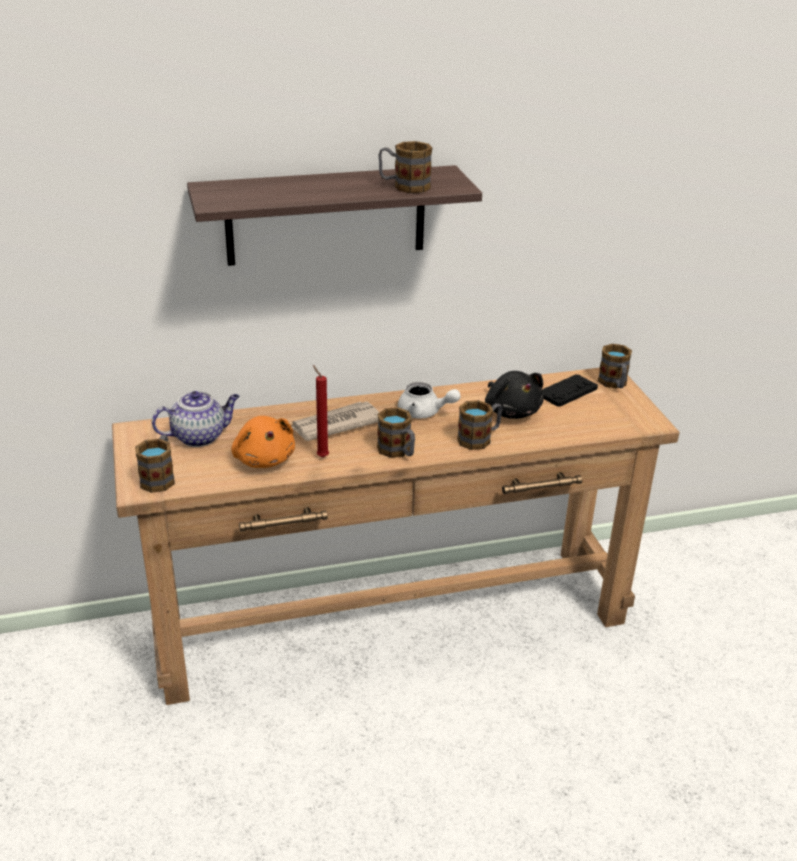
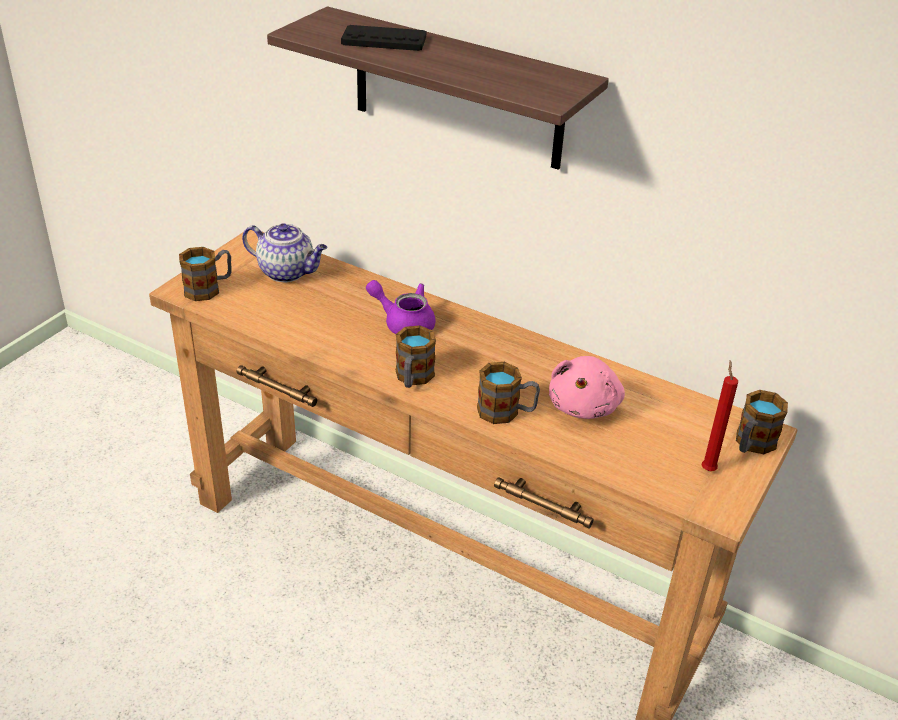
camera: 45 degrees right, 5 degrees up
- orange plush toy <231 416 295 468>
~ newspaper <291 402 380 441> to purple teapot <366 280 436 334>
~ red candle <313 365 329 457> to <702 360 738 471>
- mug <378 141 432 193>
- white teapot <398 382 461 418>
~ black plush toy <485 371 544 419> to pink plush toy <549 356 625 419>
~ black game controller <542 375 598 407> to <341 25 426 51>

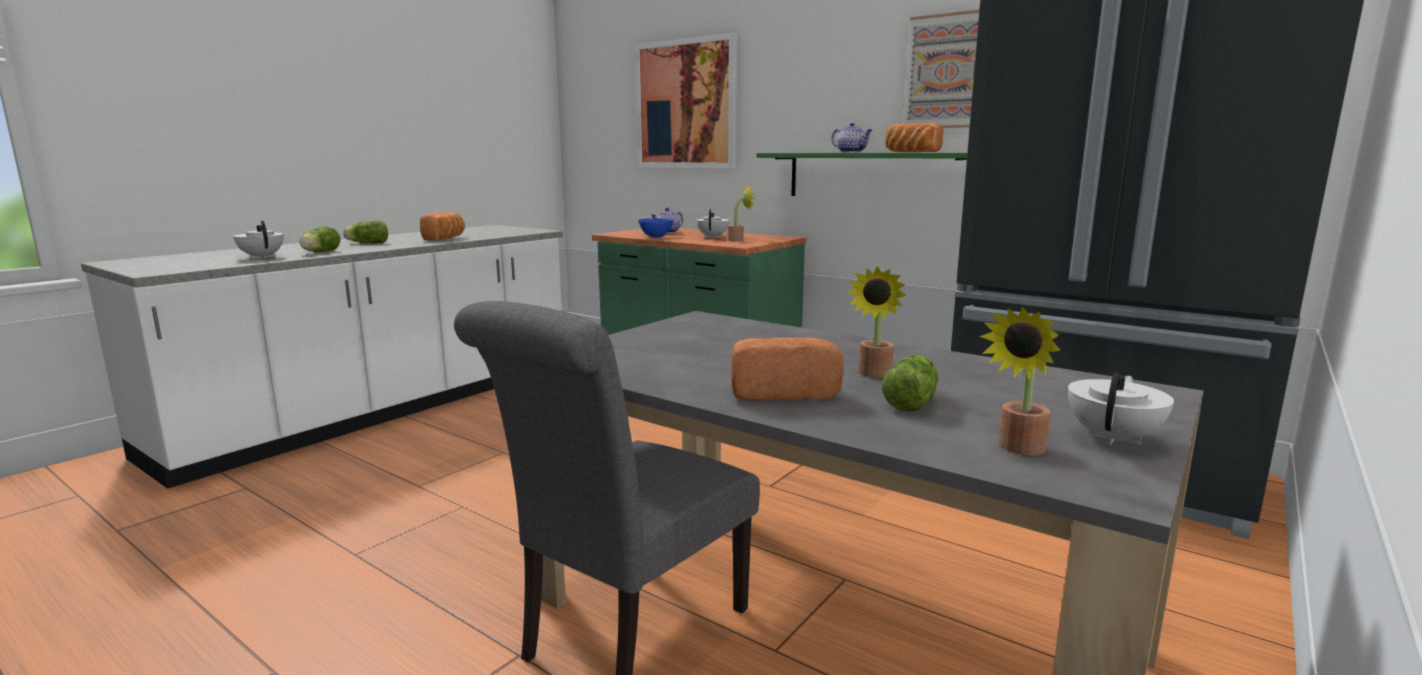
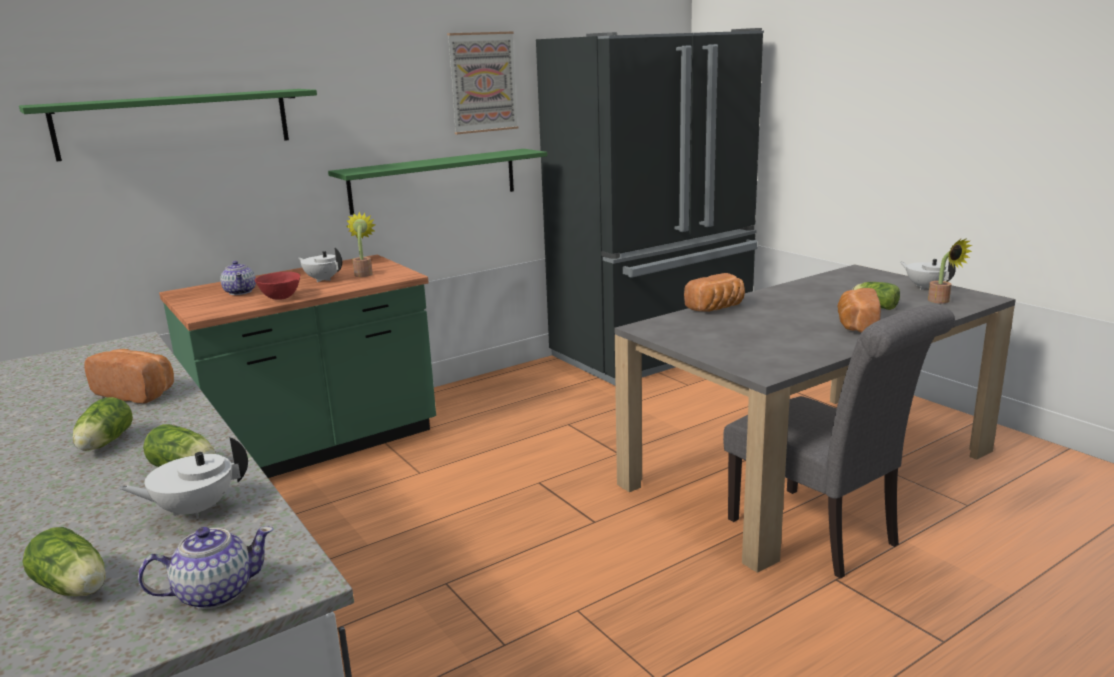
camera: 70 degrees left, 5 degrees up
~ picture <635 33 737 169> to green shelf <19 89 317 161>
~ blue bowl <638 218 674 237> to red bowl <255 272 300 300>
~ teapot <831 123 872 152> to <138 526 273 609>
- potted plant <847 266 907 378>
~ bread <886 123 944 152> to <684 273 745 312>
+ lettuce <22 527 106 596>

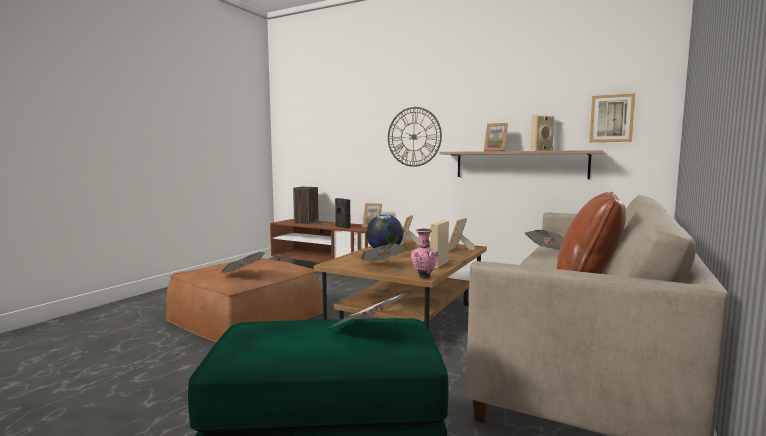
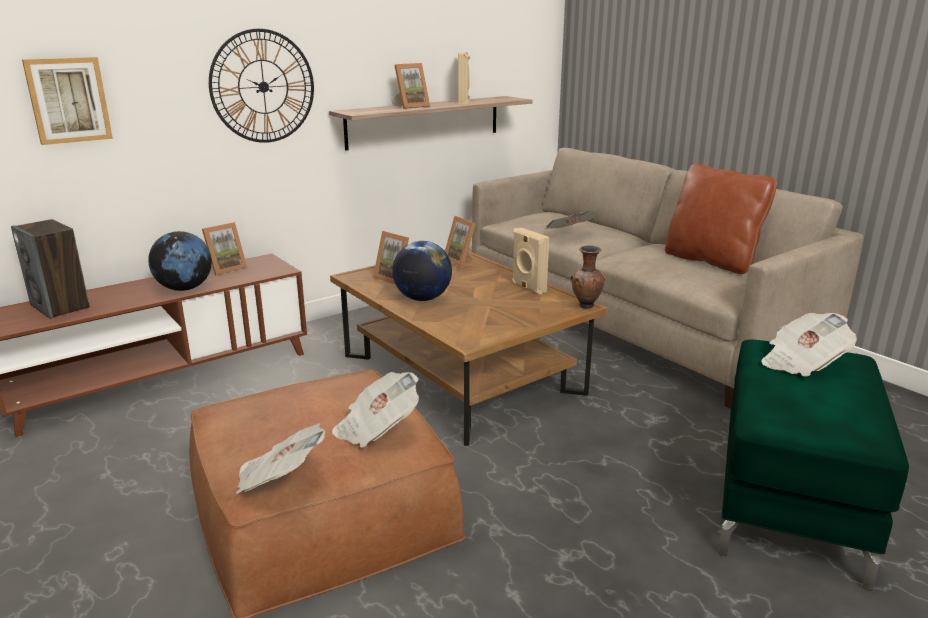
camera: 65 degrees left, 15 degrees up
~ black speaker <335 198 350 229> to globe <148 231 212 291>
~ newspaper <361 243 404 261> to <236 423 325 494>
~ pink vase <411 228 438 278> to brown vase <570 245 605 309>
~ picture <590 93 635 142> to <22 57 113 145>

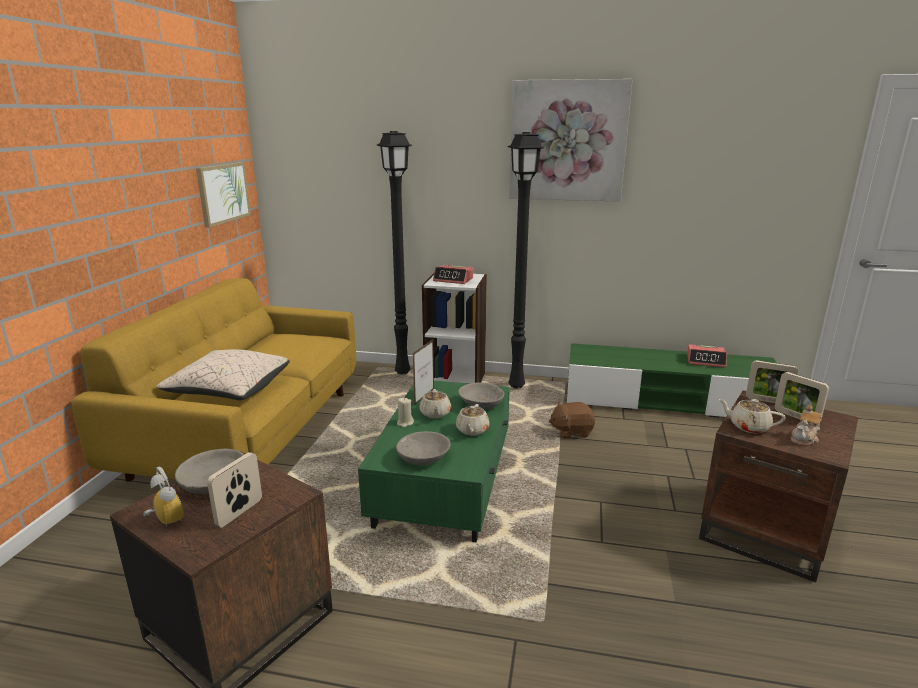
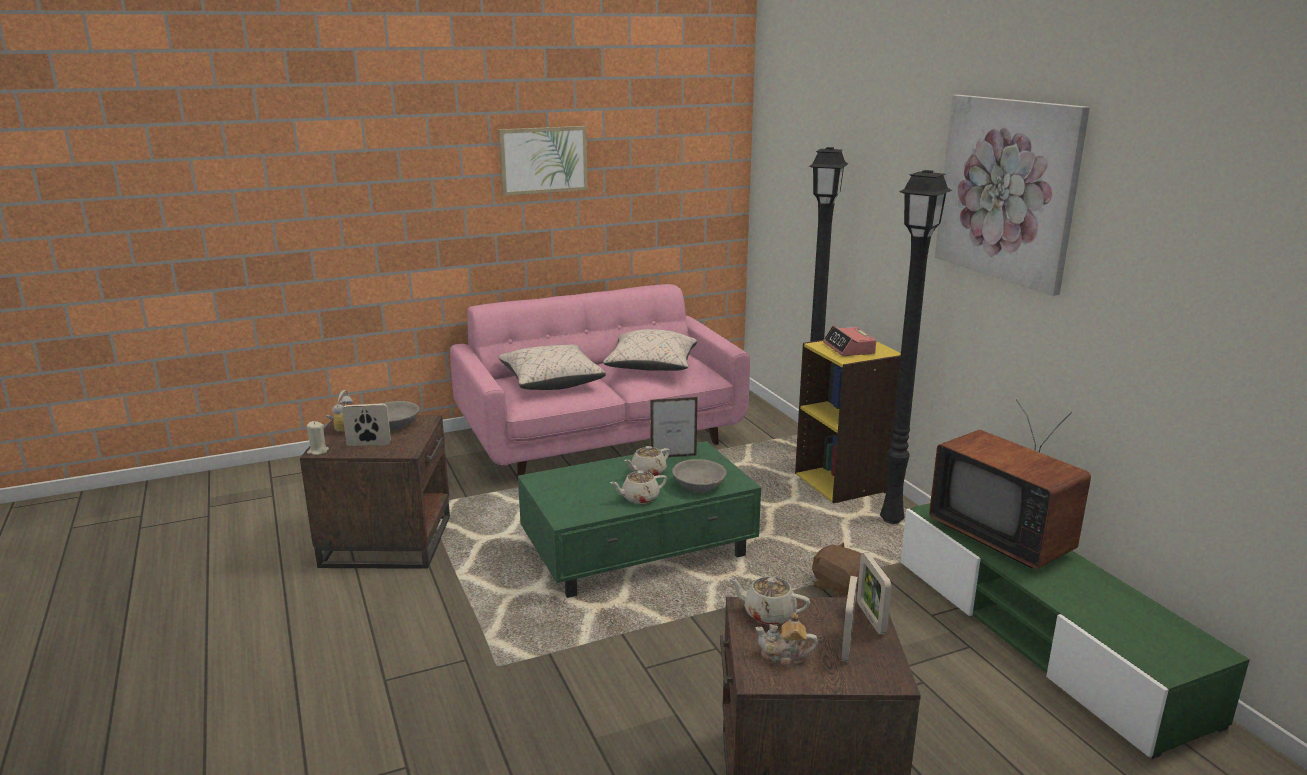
camera: 55 degrees right, 0 degrees up
~ yellow sofa <72 278 356 481> to pink sofa <450 284 750 480>
~ picture <196 162 251 228> to <498 126 588 196>
- grey bowl <396 431 451 465>
~ beige candle <397 398 414 427> to <307 421 329 455>
~ white bookcase <422 273 487 384> to yellow bookcase <795 340 901 503>
- alarm clock <687 344 727 368>
~ beige teapot <718 399 786 434> = <728 576 810 625> 60 degrees counterclockwise
+ beige pillow <603 329 697 371>
+ television <929 399 1091 569>

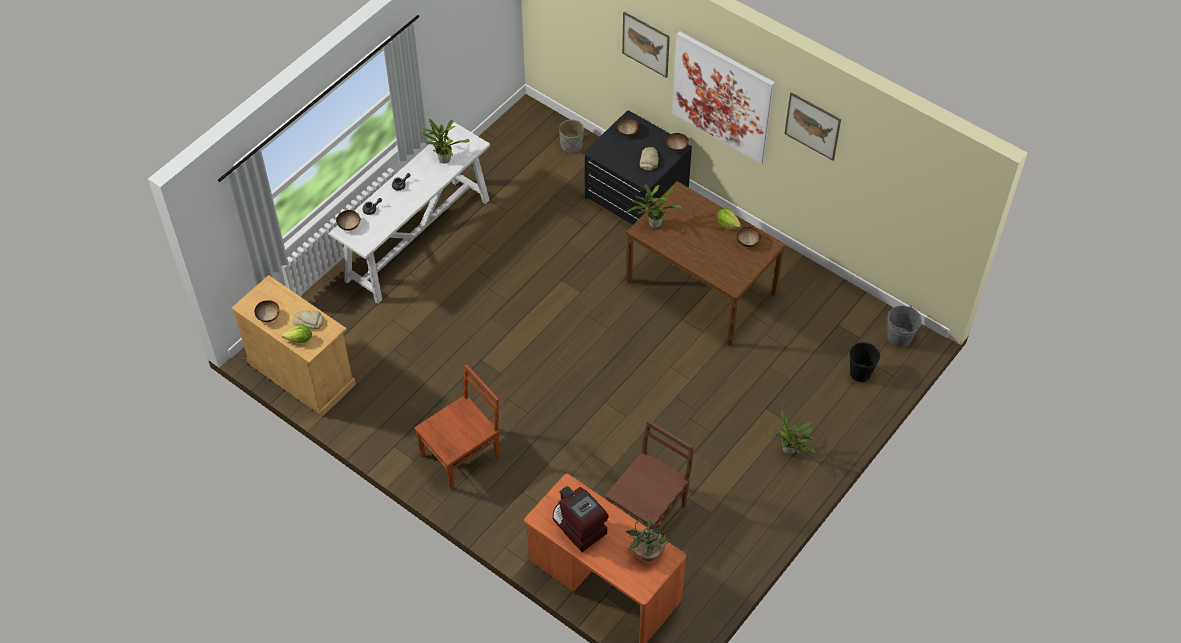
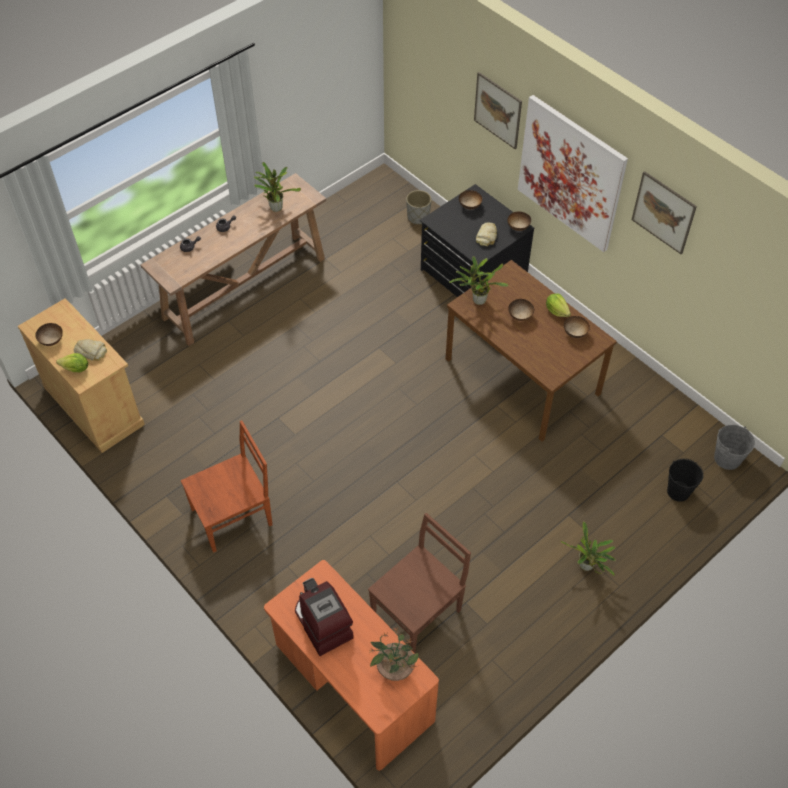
camera: 10 degrees right, 0 degrees up
~ white console table <329 122 490 304> to brown console table <141 173 326 346>
~ bowl <336 210 361 231> to <508 299 535 321>

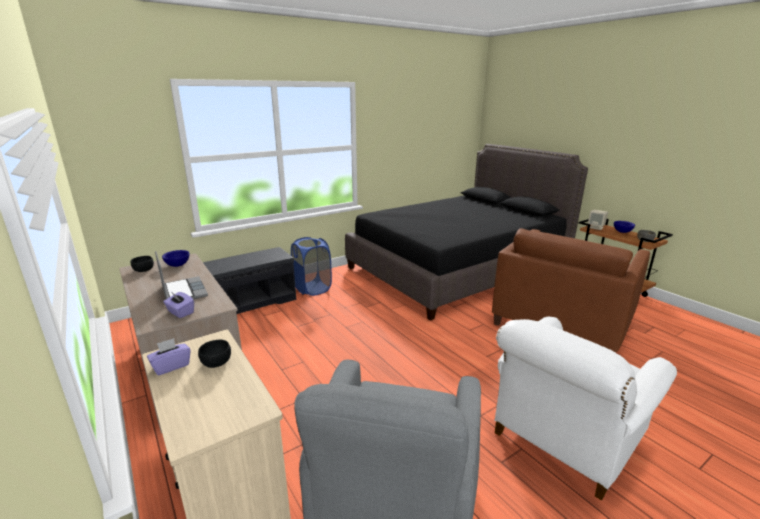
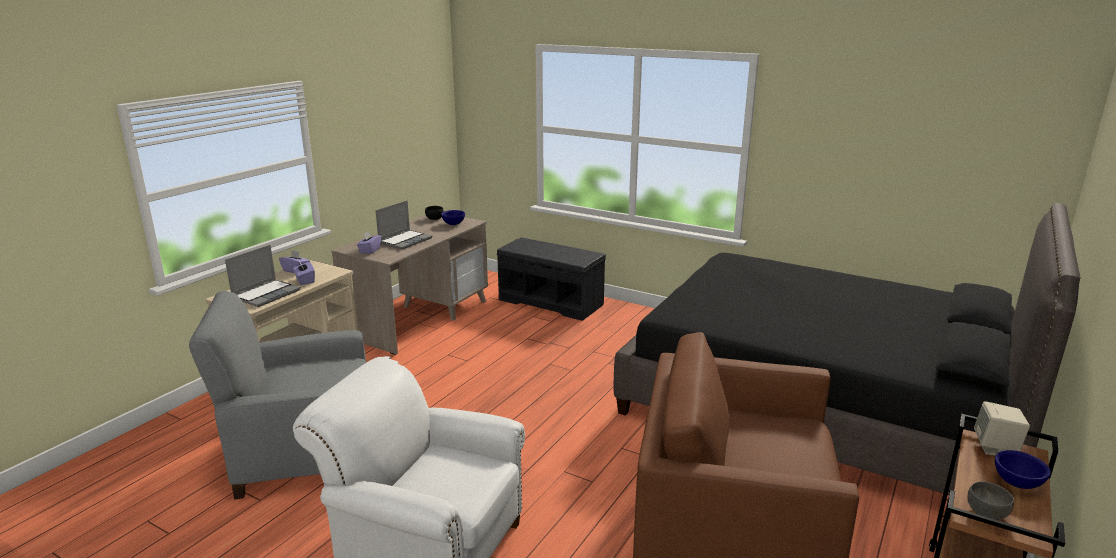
camera: 65 degrees right, 0 degrees up
~ black bowl <198 340 231 368> to purple tissue box <293 261 315 285>
- blue laundry basket <291 237 332 296>
+ laptop <225 245 301 307>

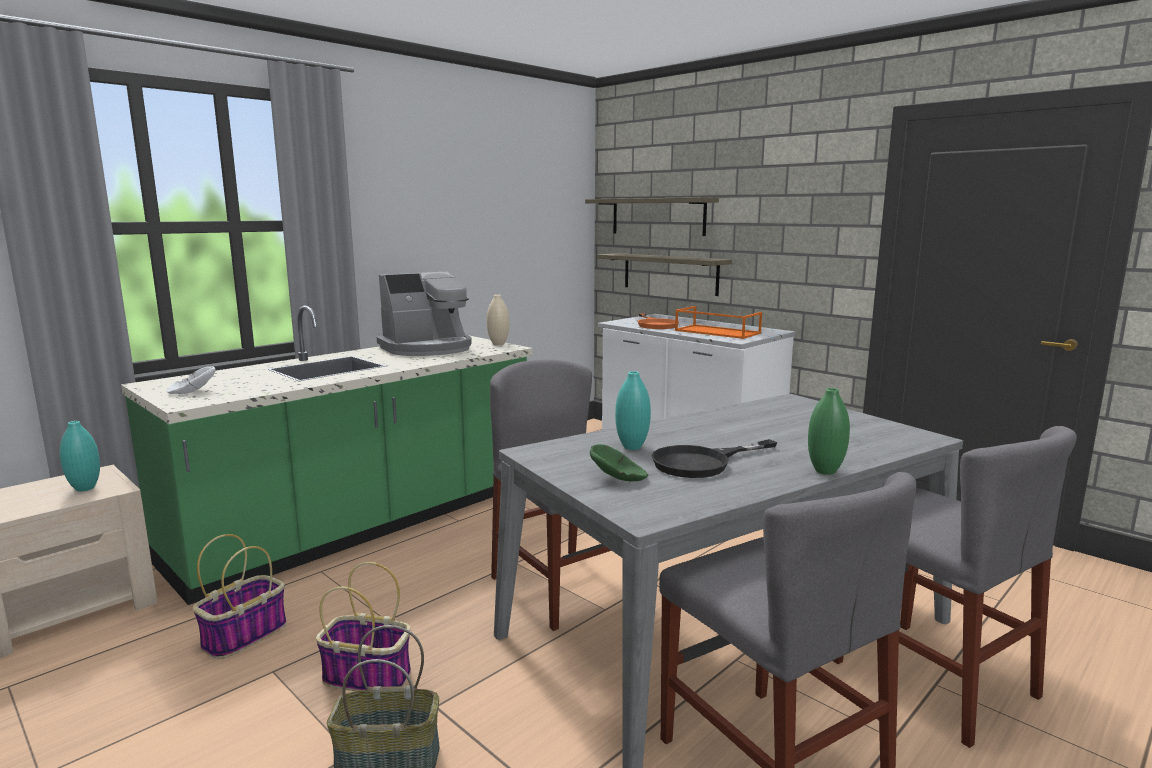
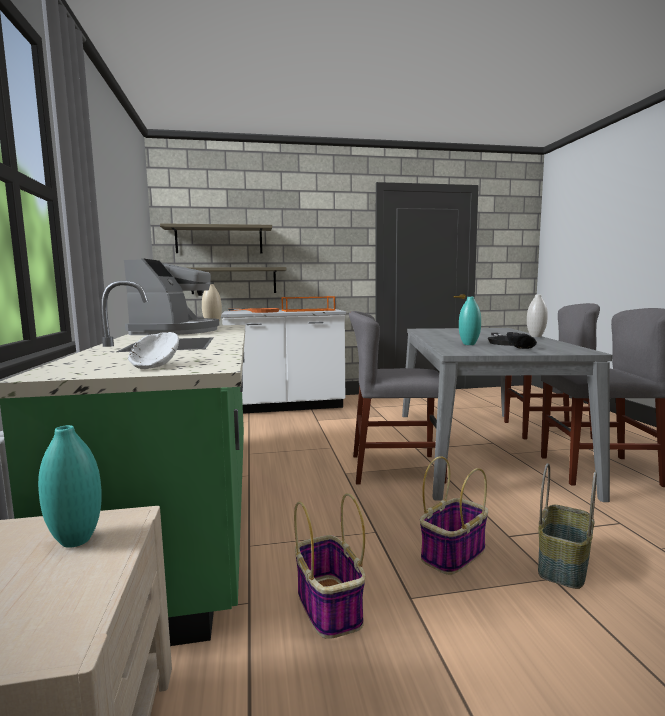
camera: 55 degrees left, 5 degrees down
~ green bowl <590 444 648 481> to black bowl <507 332 537 349>
~ green vase <808 388 850 475> to white vase <527 295 548 337>

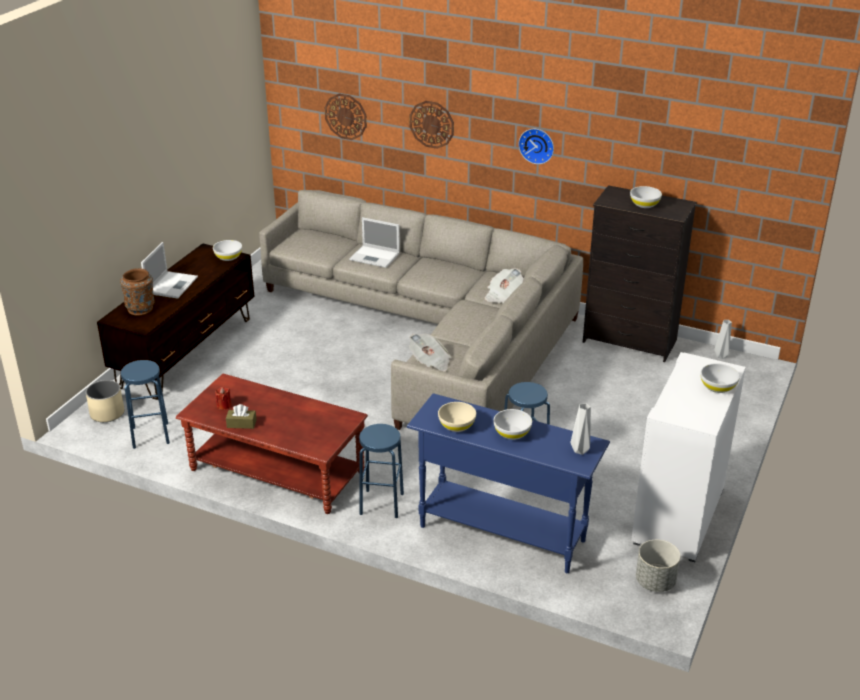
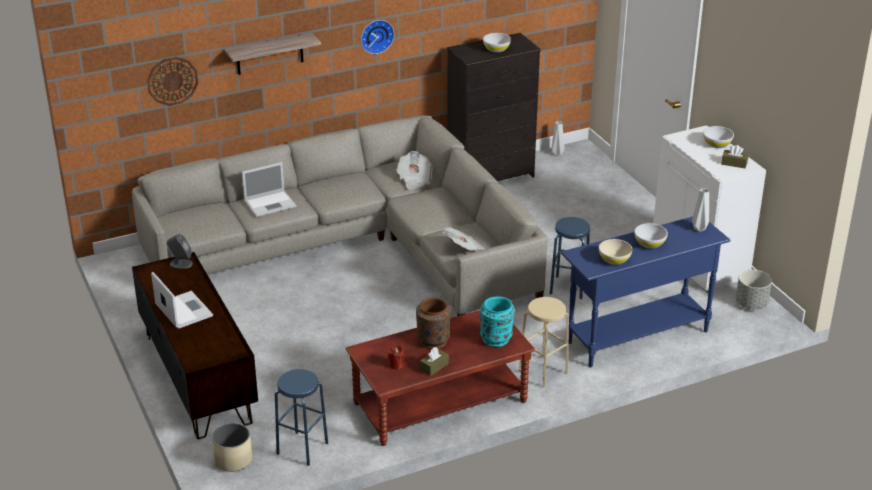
camera: 50 degrees left, 0 degrees up
~ brown vase <120 268 155 316> to <416 298 451 349>
~ white bowl <213 240 242 261> to grey speaker <167 234 193 269>
~ blue stool <359 424 404 519> to beige stool <519 297 569 388>
~ wall clock <409 101 454 149> to shelf <225 33 321 75>
+ turquoise vase <480 297 515 347>
+ brown tissue box <721 145 749 168>

